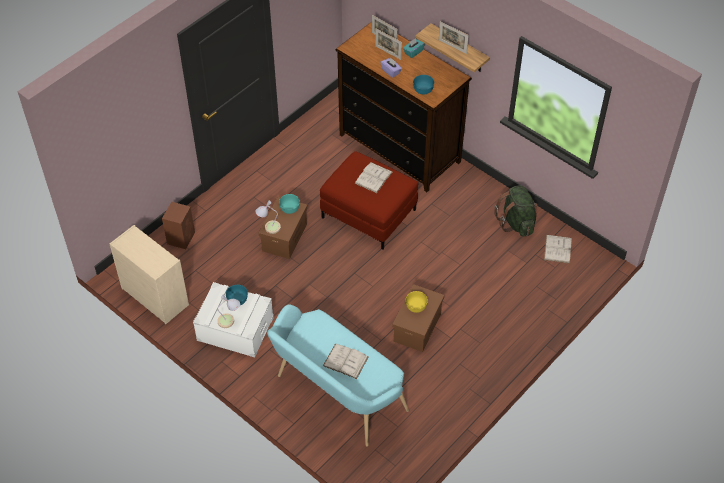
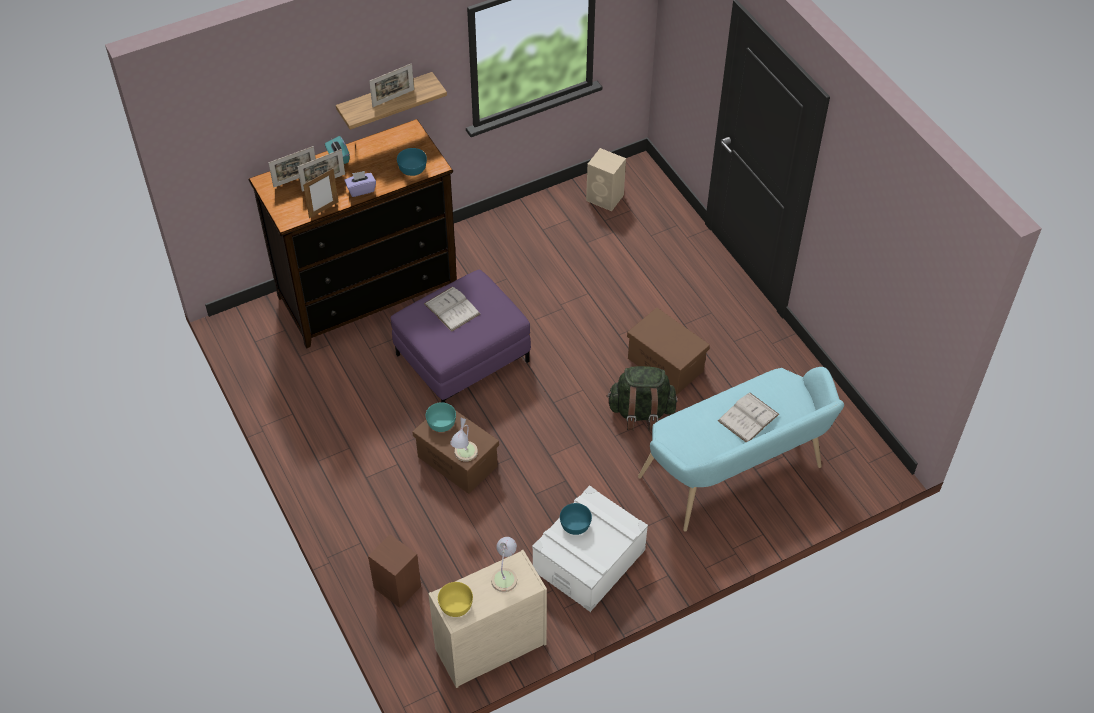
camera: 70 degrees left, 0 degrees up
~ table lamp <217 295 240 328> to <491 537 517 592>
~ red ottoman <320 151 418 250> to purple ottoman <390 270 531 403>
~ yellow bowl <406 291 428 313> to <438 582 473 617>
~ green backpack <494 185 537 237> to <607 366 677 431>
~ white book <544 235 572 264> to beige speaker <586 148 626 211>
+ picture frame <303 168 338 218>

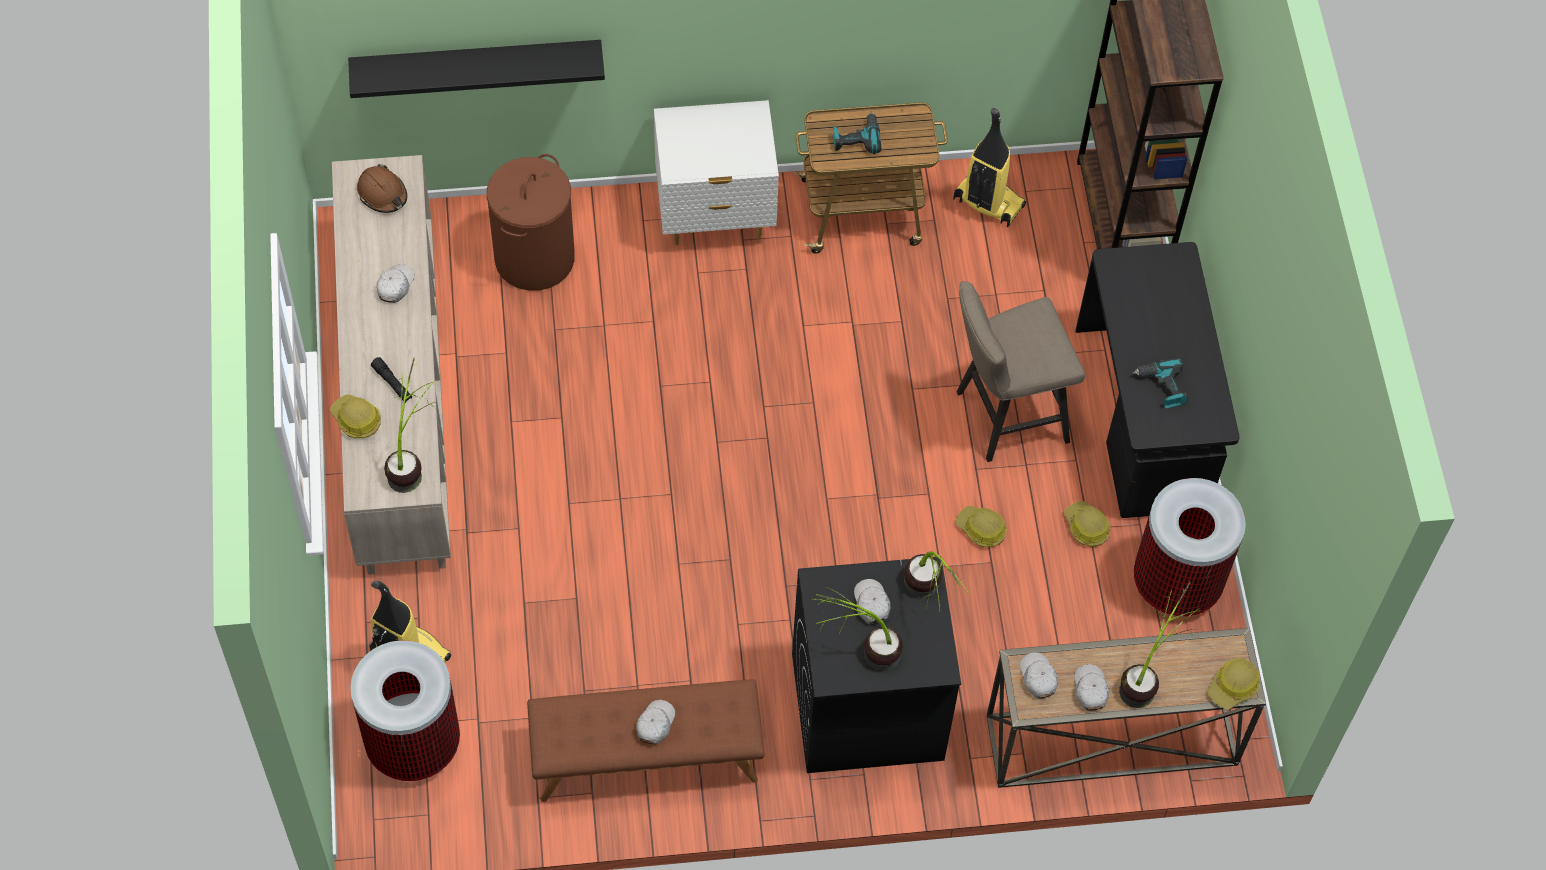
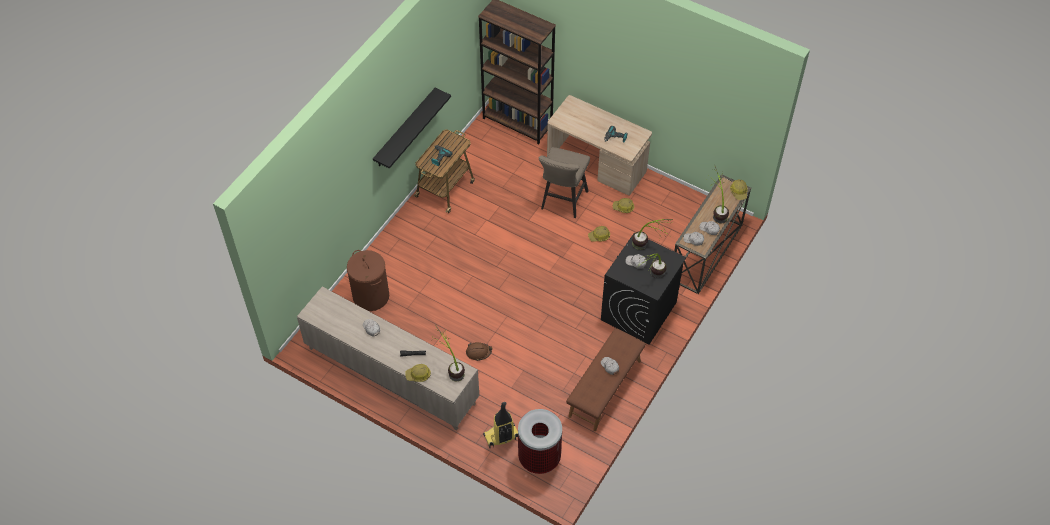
camera: 50 degrees left, 5 degrees down
~ black shelf <348 40 605 98> to <373 88 451 169>
~ brown hard hat <357 164 407 213> to <466 342 492 361>
- white nightstand <654 100 779 245>
- vacuum cleaner <953 108 1026 227>
~ black desk <1076 242 1240 518> to beige desk <547 95 652 196>
- trash can <1134 478 1246 617>

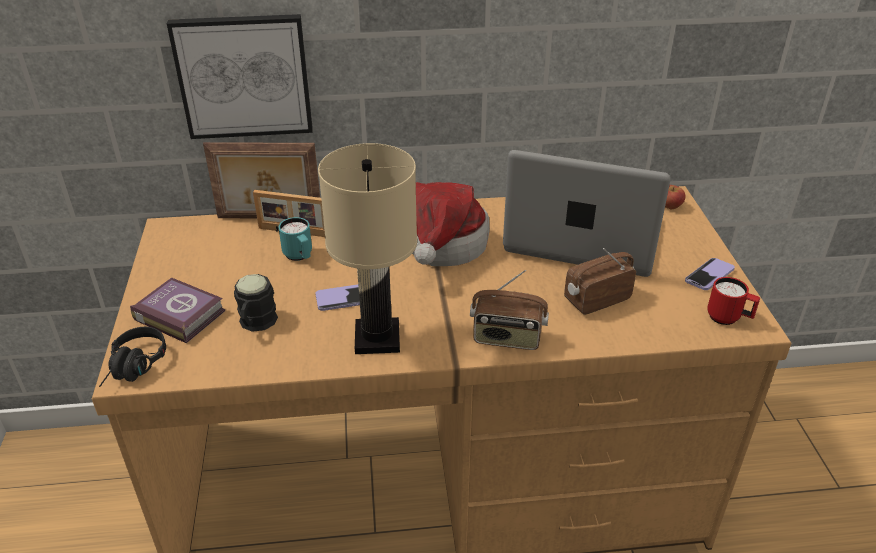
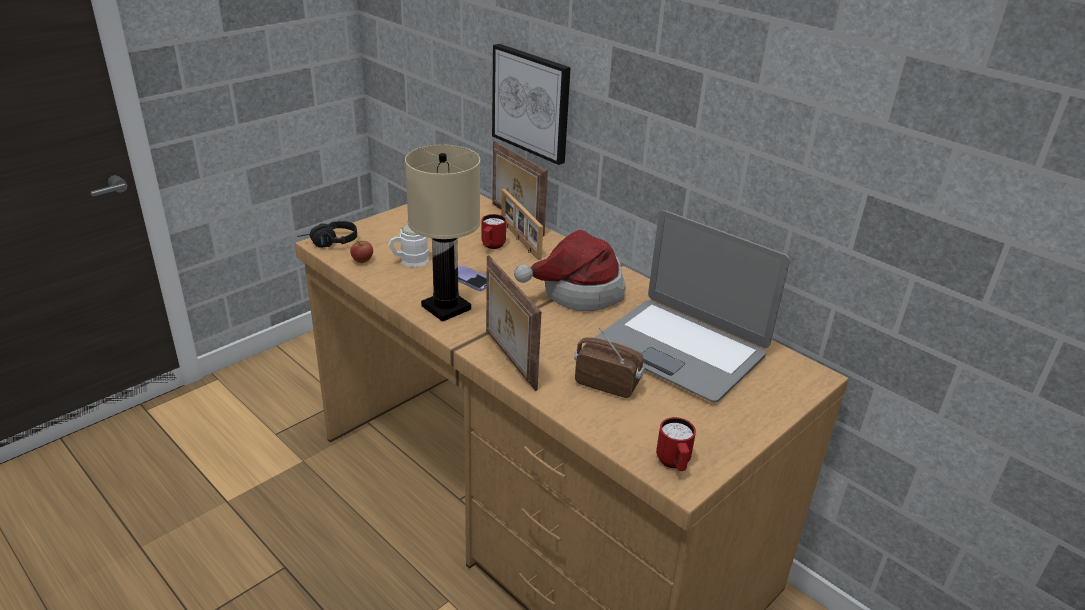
camera: 50 degrees right, 5 degrees down
- book <130 278 225 343>
~ black mug <234 274 278 332> to white mug <388 224 429 267>
~ turquoise mug <278 217 312 261> to red mug <482 214 506 249>
~ radio <470 270 549 350> to picture frame <486 255 541 391>
~ laptop <503 150 671 277> = <594 210 790 402> 150 degrees clockwise
~ apple <665 185 685 209> to <350 241 373 263>
- phone <685 258 735 290>

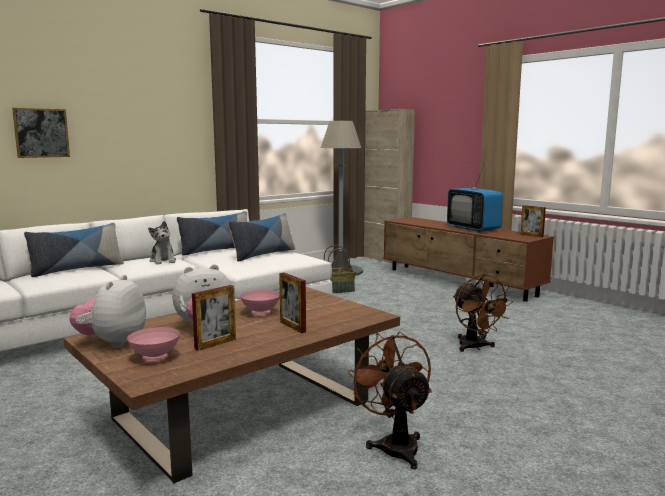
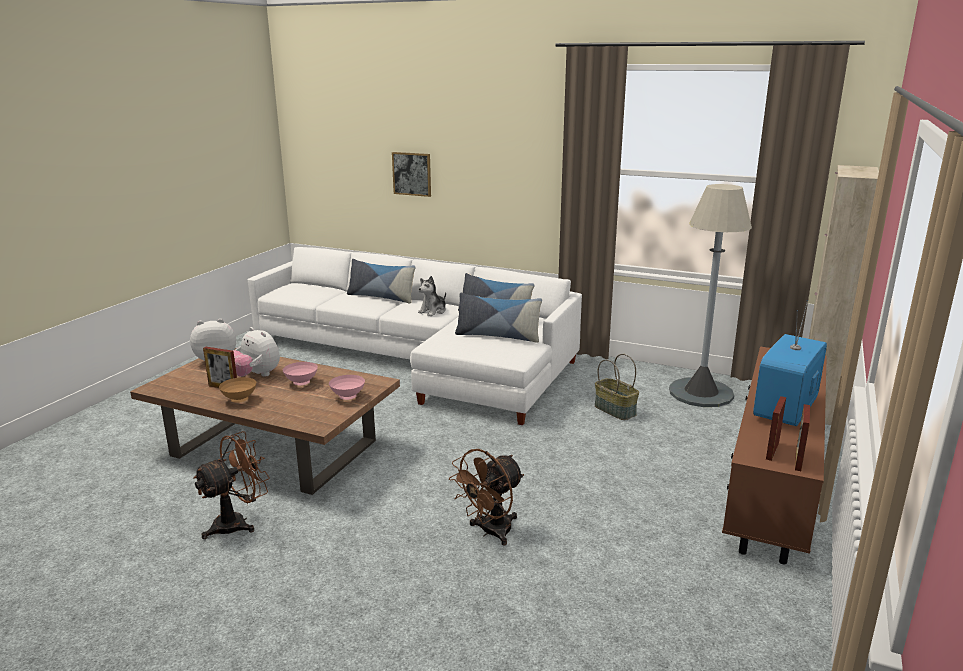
camera: 65 degrees right, 10 degrees up
~ pink bowl <127 327 180 361> to <329 375 365 400>
~ picture frame <279 272 306 333> to <766 396 786 461>
+ brown bowl <219 377 256 403>

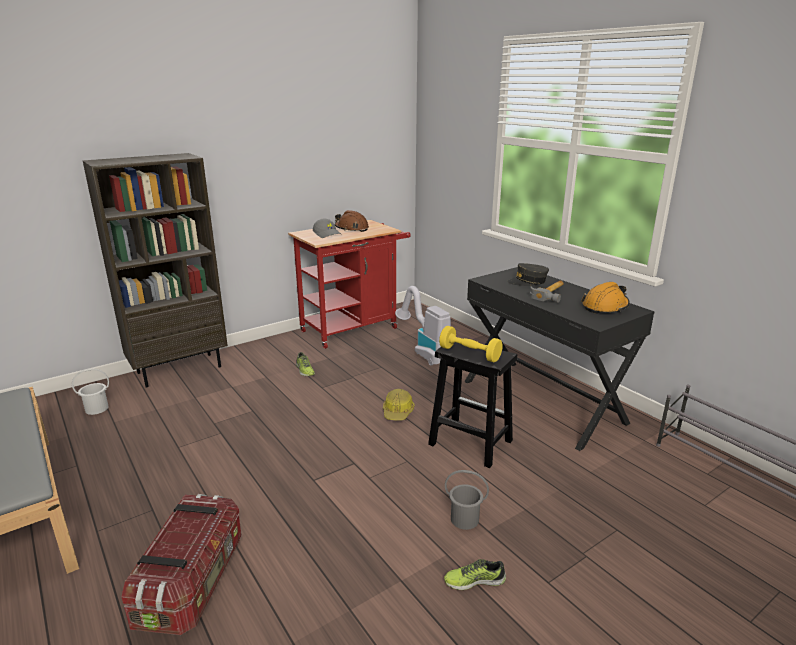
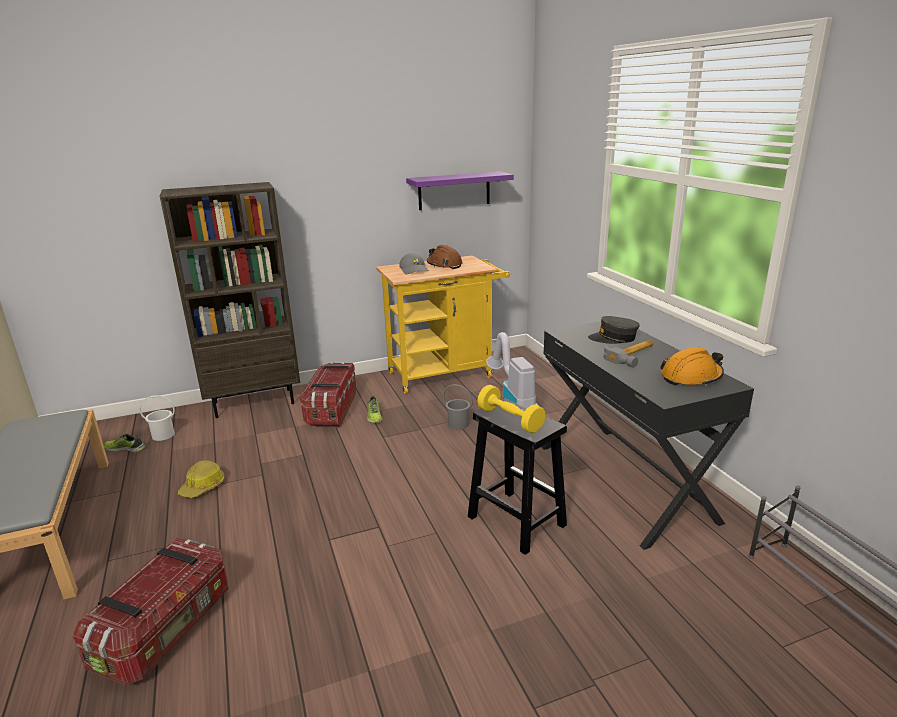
camera: 15 degrees right, 0 degrees up
~ red cart <288 220 411 349> to yellow cart <376 255 510 394>
~ hard hat <383 389 415 420> to <178 460 224 498>
~ shoe <444 559 506 590> to <104 433 145 452>
~ grey bucket <445 470 489 530> to <443 384 473 430>
+ storage box <299 362 356 428>
+ purple shelf <406 171 514 210>

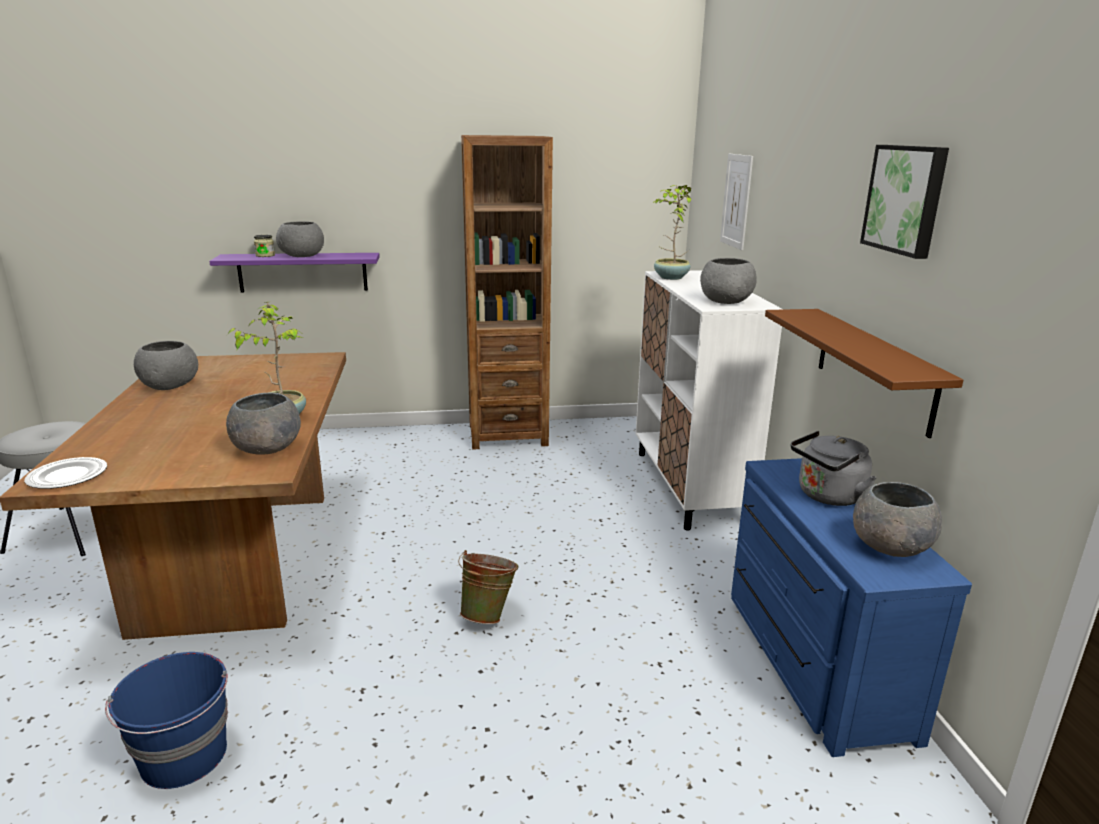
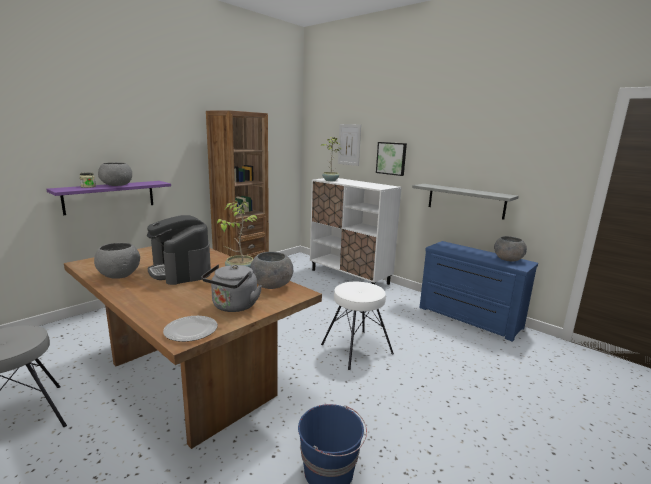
camera: 40 degrees left, 5 degrees down
~ green bucket <458 550 519 624> to white stool <321 282 394 370>
- grey bowl <700 258 756 304>
~ brown shelf <765 309 963 438> to grey shelf <412 184 519 220>
~ grey kettle <791 431 877 506> to <202 264 262 312>
~ picture <860 145 949 259> to <376 142 407 176>
+ coffee machine <147 215 211 285>

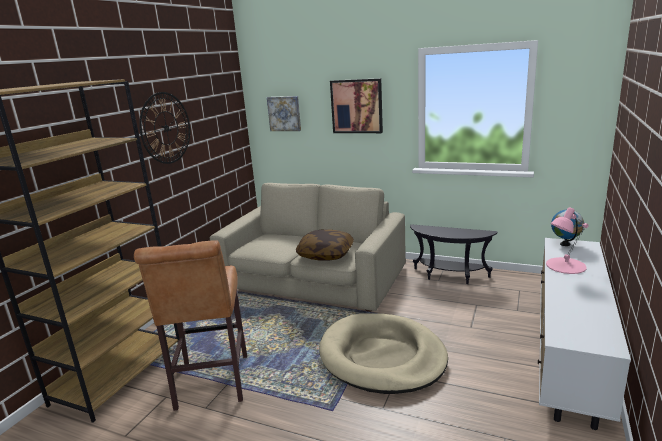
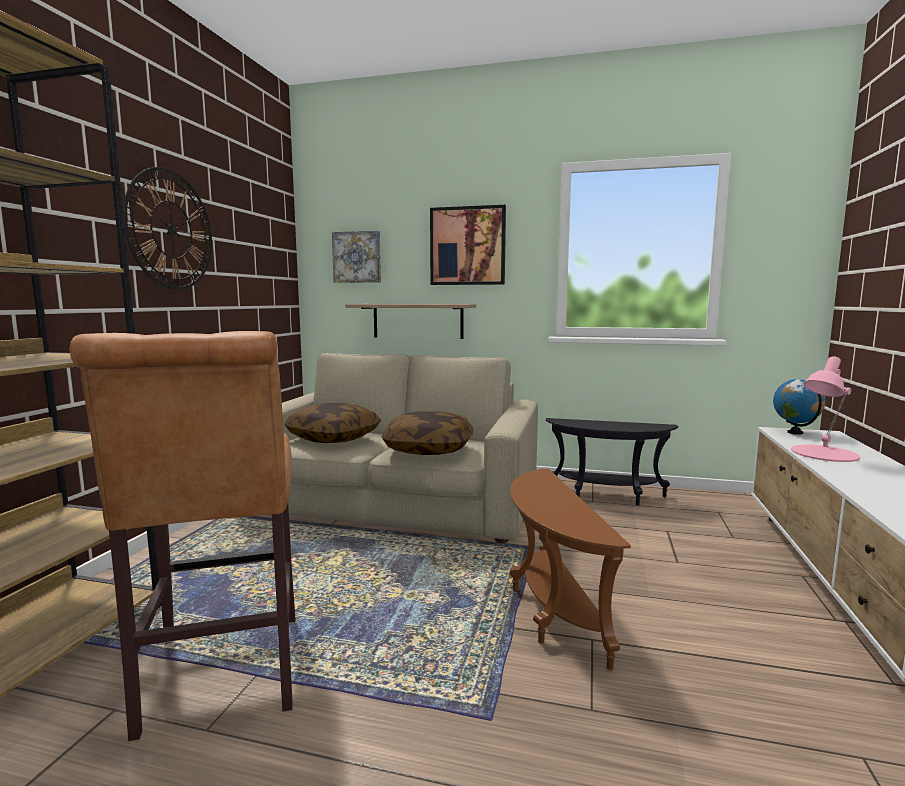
camera: 10 degrees left, 10 degrees down
~ beige dog bed <319 313 448 394> to brown side table <509 468 631 670>
+ pillow <284 403 381 443>
+ shelf <345 304 476 339>

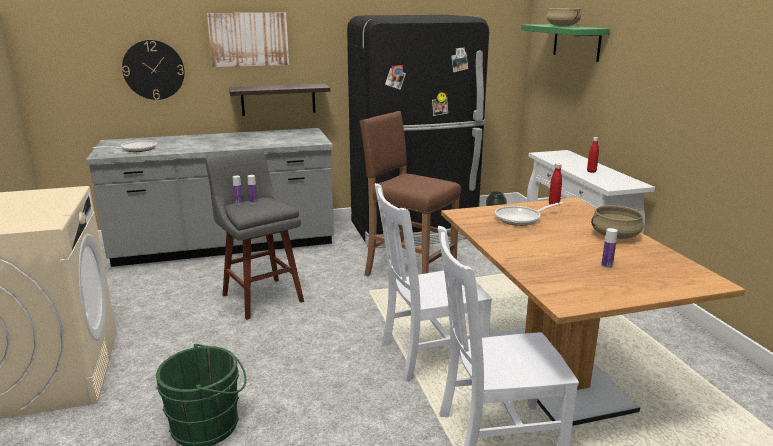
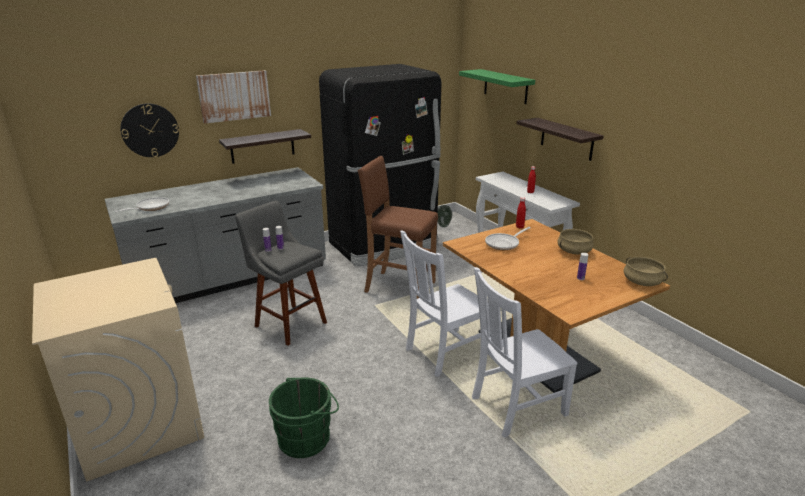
camera: 15 degrees left, 5 degrees up
~ beige cooking pot <547 8 581 27> to <623 257 668 286>
+ shelf <516 118 604 161>

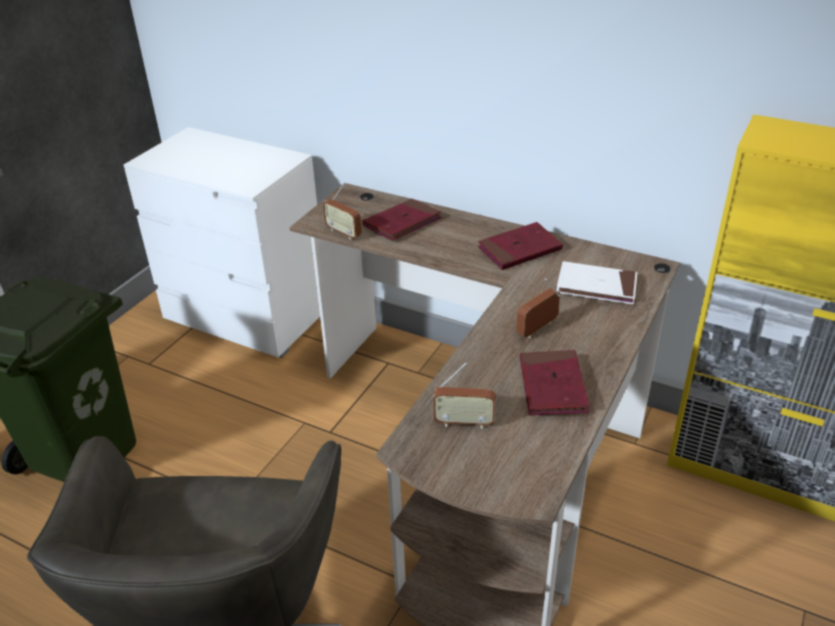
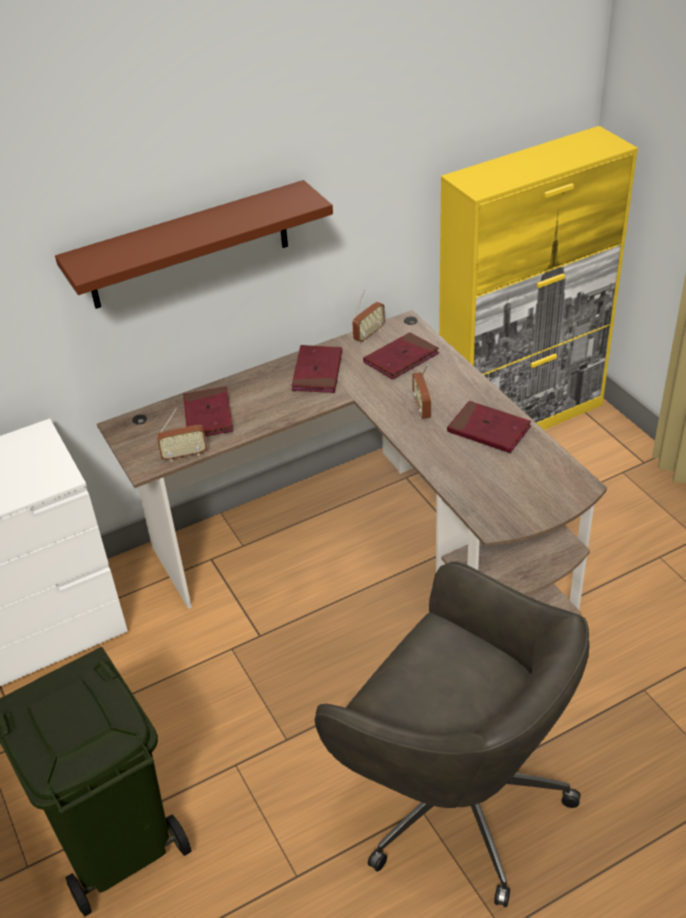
camera: 55 degrees left, 5 degrees up
~ radio <433 362 496 429> to <352 291 385 342>
~ white book <556 261 637 305> to red book <363 332 439 380>
+ brown shelf <55 180 333 309>

